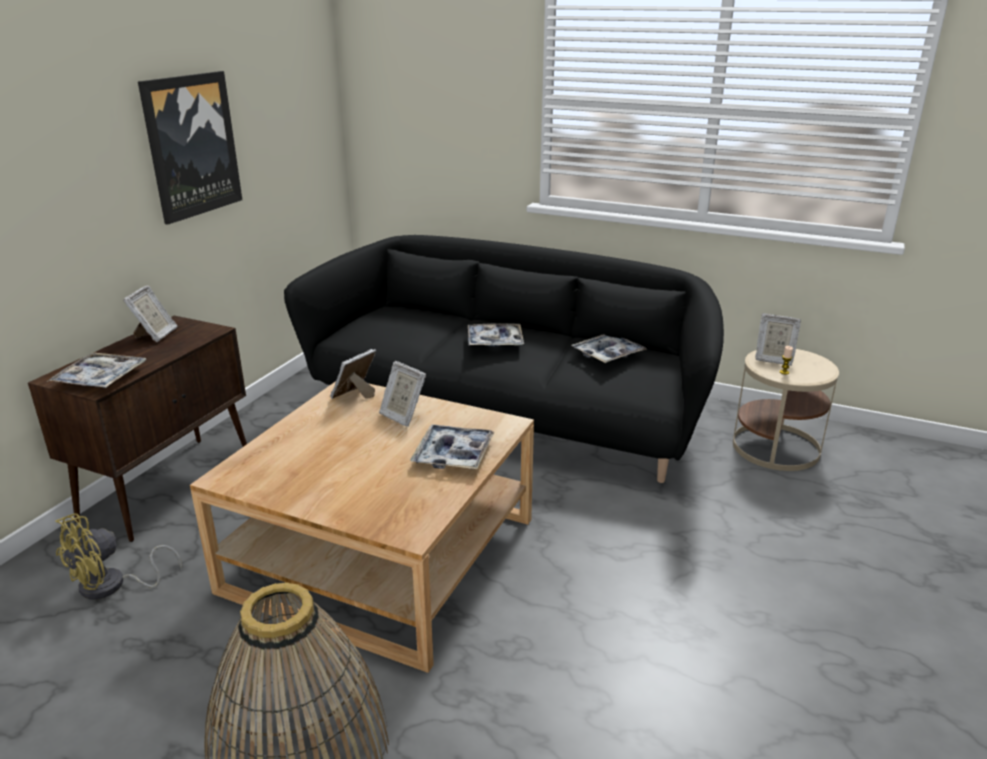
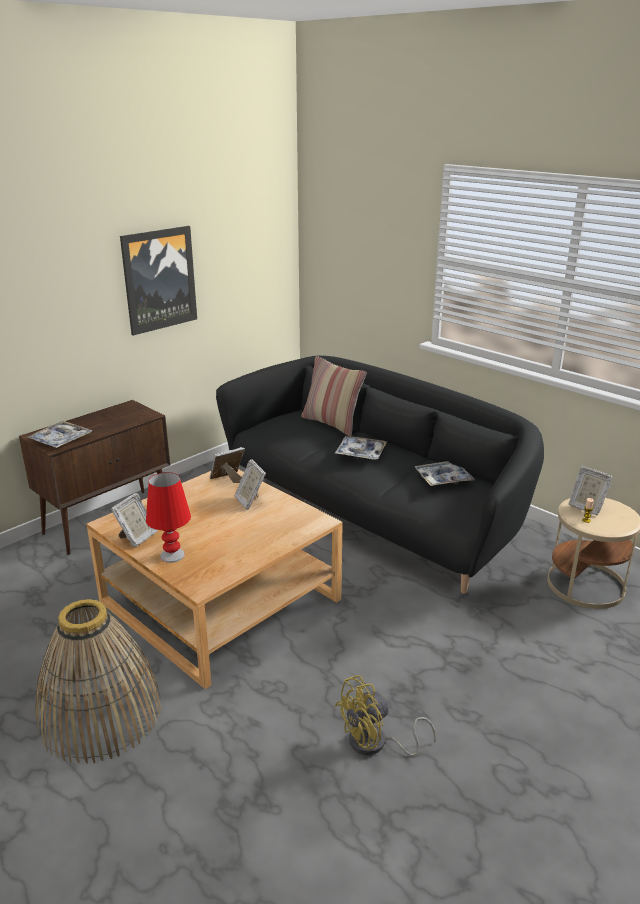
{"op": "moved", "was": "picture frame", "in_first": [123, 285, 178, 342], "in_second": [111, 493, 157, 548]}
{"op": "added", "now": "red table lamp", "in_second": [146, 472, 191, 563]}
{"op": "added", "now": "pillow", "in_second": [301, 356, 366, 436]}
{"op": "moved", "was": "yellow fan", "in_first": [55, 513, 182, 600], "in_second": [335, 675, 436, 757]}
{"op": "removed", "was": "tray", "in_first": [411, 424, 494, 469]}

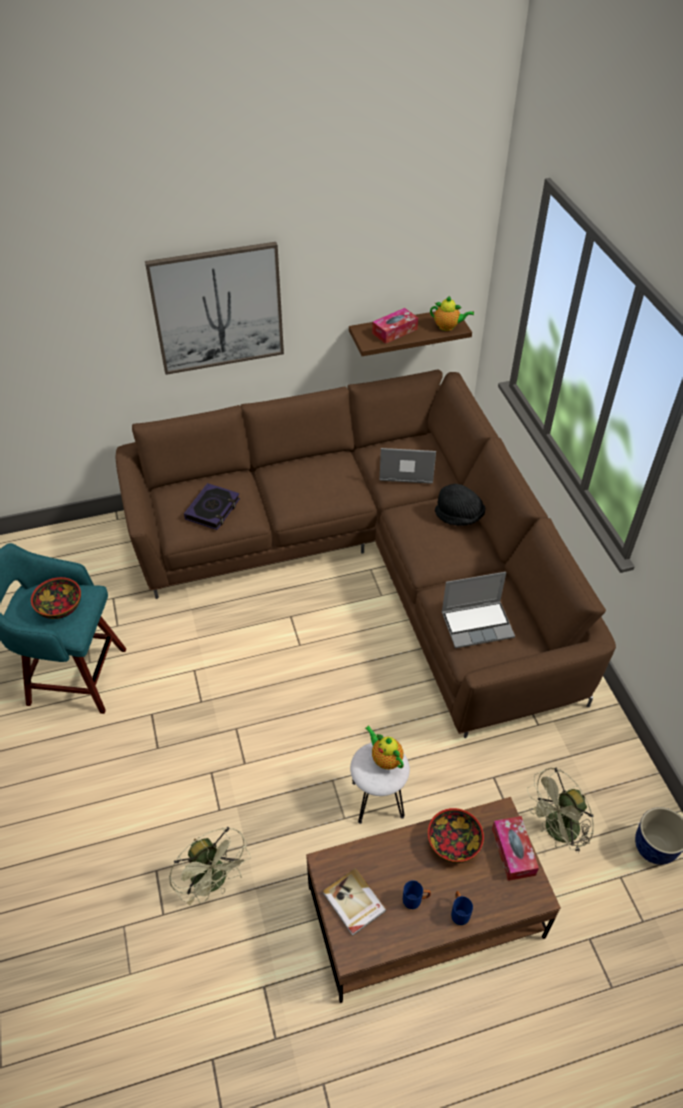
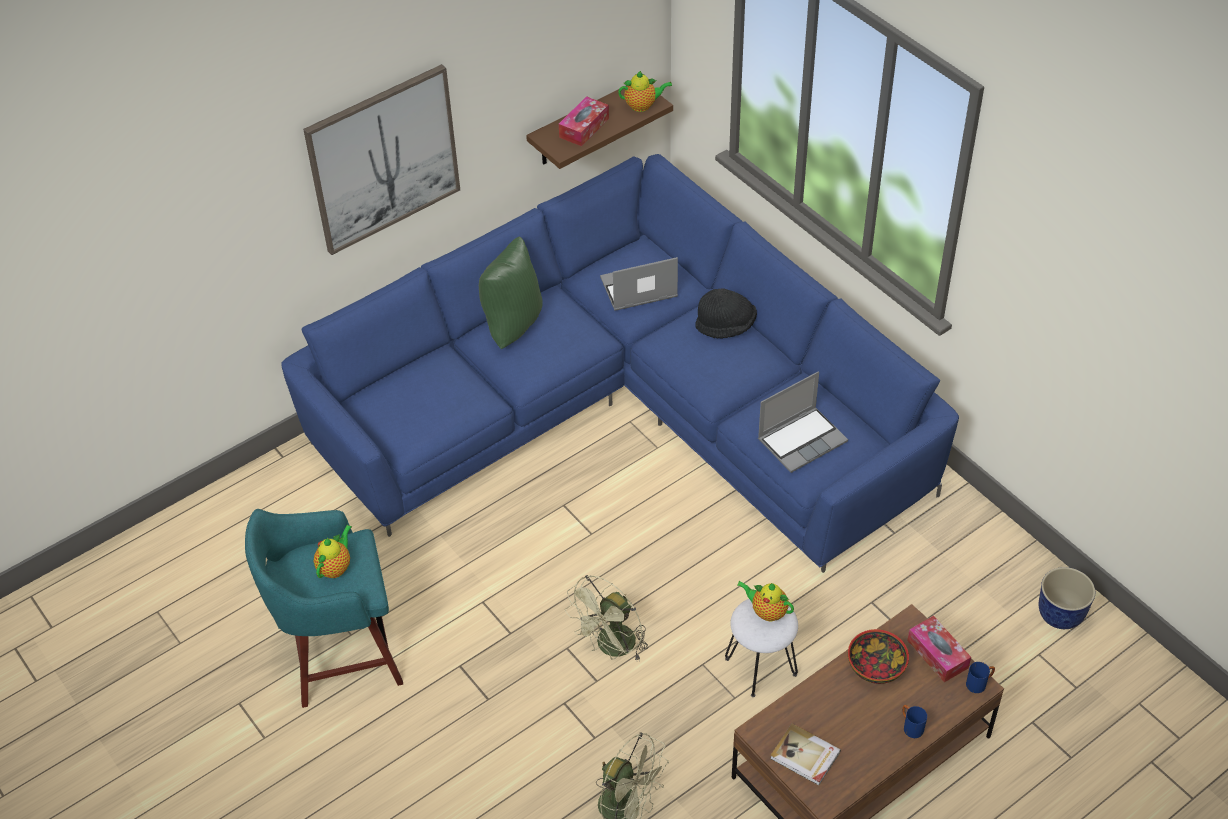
{"op": "recoloured", "was": "brown sofa", "now": "blue sofa", "in_first": [115, 369, 616, 738], "in_second": [282, 154, 959, 573]}
{"op": "replaced", "was": "bowl", "now": "teapot", "in_first": [31, 577, 81, 619], "in_second": [314, 525, 352, 578]}
{"op": "added", "now": "green pillow", "in_second": [479, 236, 543, 349]}
{"op": "moved", "was": "green fan", "in_first": [527, 768, 594, 854], "in_second": [565, 575, 648, 662]}
{"op": "moved", "was": "blue mug", "in_first": [403, 880, 431, 909], "in_second": [966, 662, 995, 693]}
{"op": "removed", "was": "book", "in_first": [184, 483, 240, 530]}

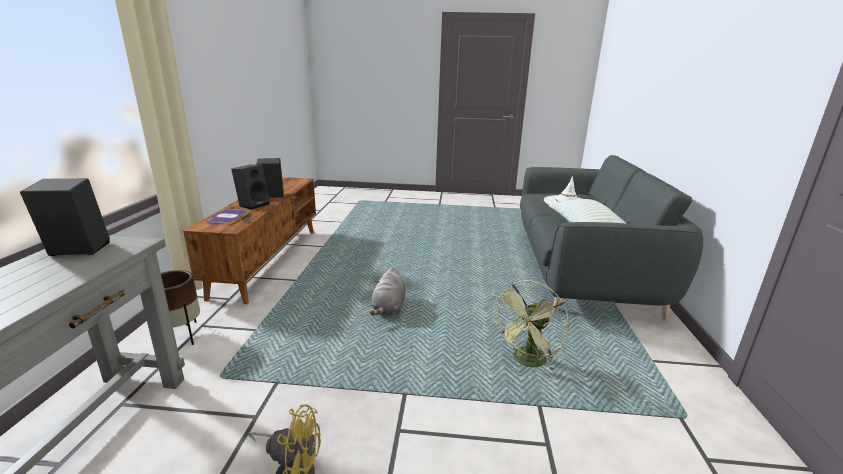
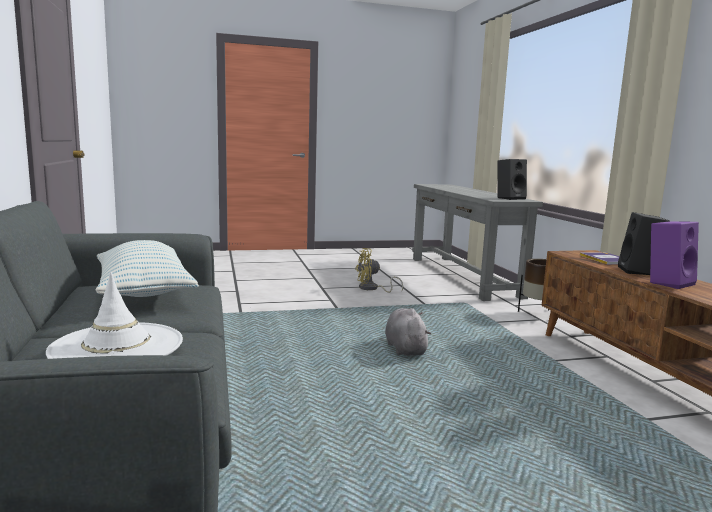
{"op": "recoloured", "was": "black speaker", "now": "purple speaker", "in_first": [256, 158, 284, 198], "in_second": [650, 221, 699, 289]}
{"op": "removed", "was": "green fan", "in_first": [492, 280, 569, 371]}

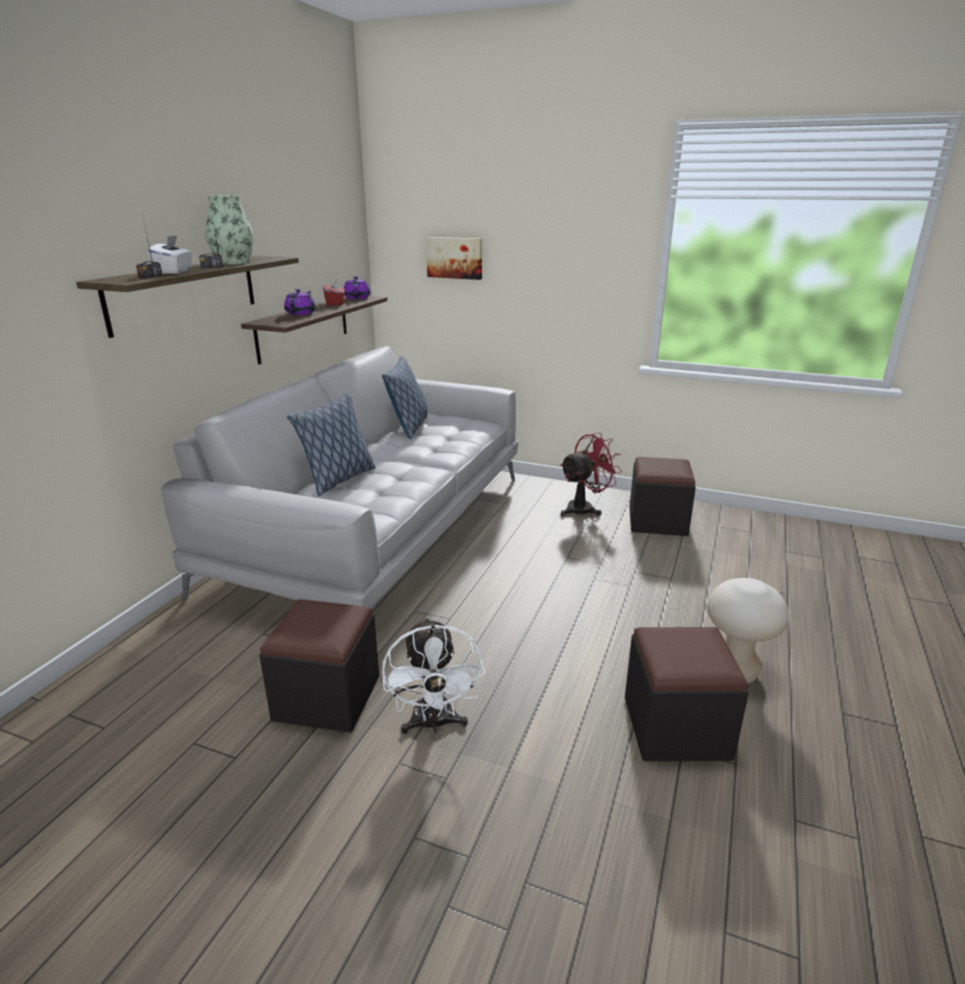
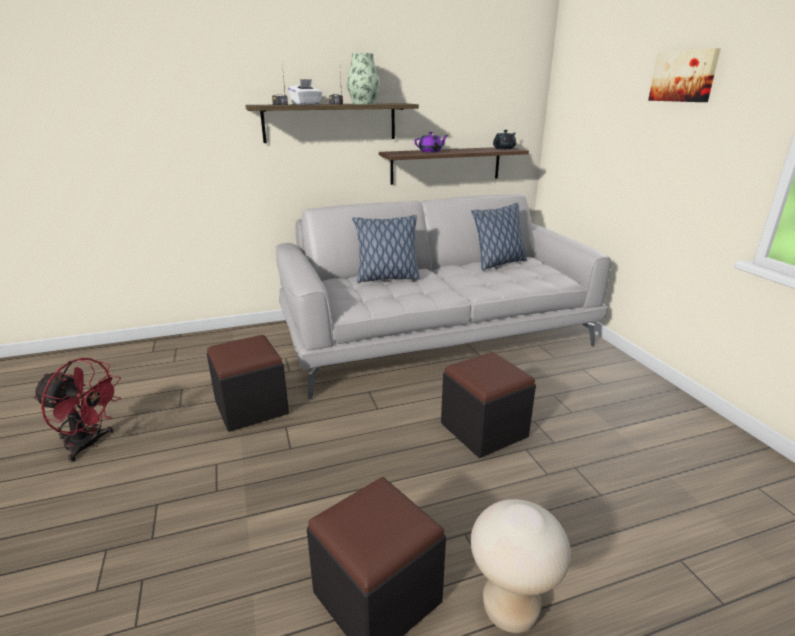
{"op": "moved", "was": "red fan", "in_first": [560, 433, 622, 516], "in_second": [33, 358, 122, 462]}
{"op": "moved", "was": "black ottoman", "in_first": [629, 457, 696, 536], "in_second": [441, 352, 536, 458]}
{"op": "recoloured", "was": "purple teapot", "now": "black teapot", "in_first": [344, 276, 371, 299], "in_second": [493, 130, 516, 149]}
{"op": "moved", "was": "picture", "in_first": [426, 237, 482, 280], "in_second": [648, 48, 721, 102]}
{"op": "removed", "was": "red tissue box", "in_first": [323, 279, 345, 306]}
{"op": "removed", "was": "white fan", "in_first": [382, 617, 485, 734]}

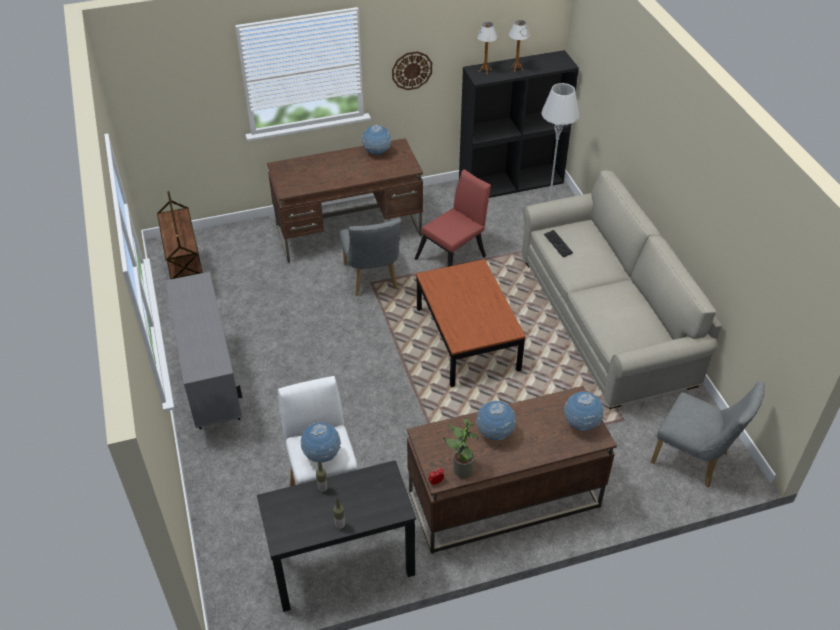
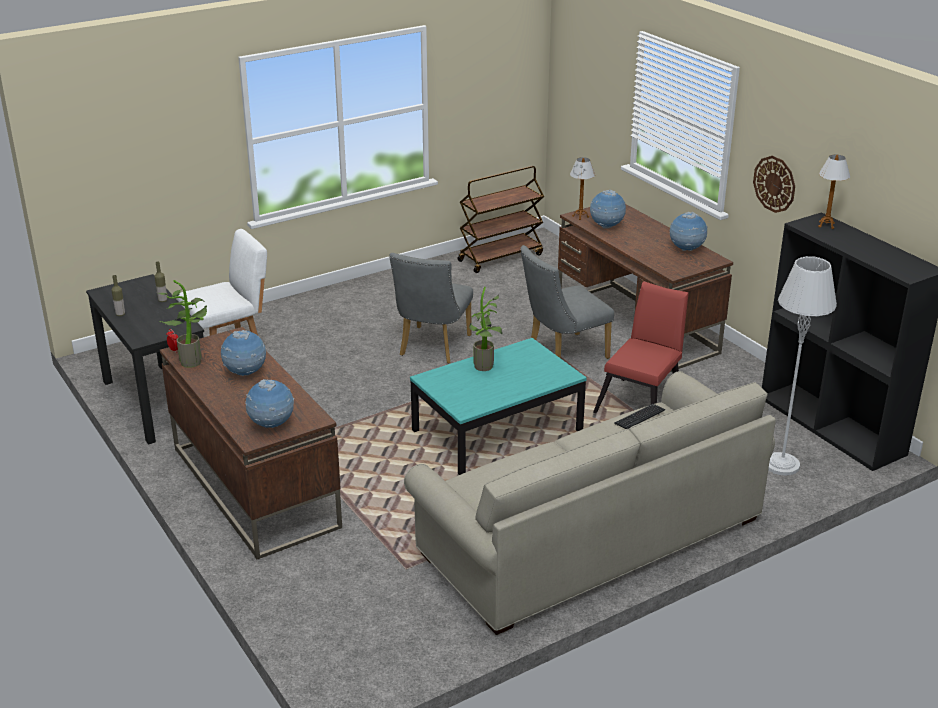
{"op": "moved", "was": "grey chair", "in_first": [651, 381, 765, 488], "in_second": [389, 253, 473, 364]}
{"op": "recoloured", "was": "brown coffee table", "now": "turquoise coffee table", "in_first": [416, 259, 526, 387], "in_second": [410, 338, 587, 475]}
{"op": "added", "now": "potted plant", "in_second": [469, 287, 503, 371]}
{"op": "moved", "was": "table lamp", "in_first": [509, 20, 530, 72], "in_second": [570, 157, 595, 220]}
{"op": "moved", "was": "globe", "in_first": [301, 422, 341, 462], "in_second": [590, 190, 626, 229]}
{"op": "turned", "was": "red chair", "in_first": [415, 169, 491, 267], "in_second": [593, 281, 689, 413], "clockwise": -90}
{"op": "removed", "was": "grey cabinet", "in_first": [165, 272, 242, 429]}

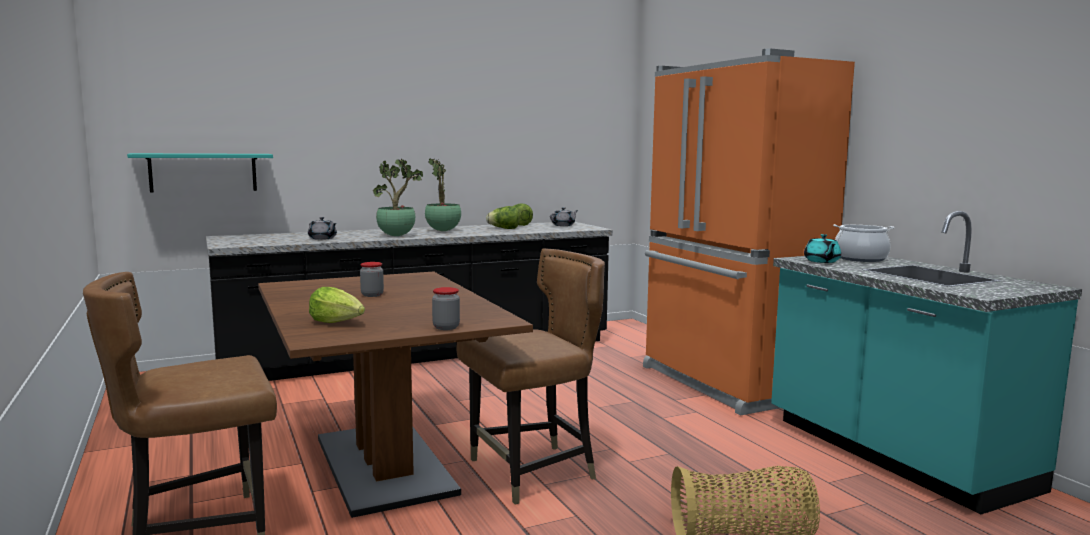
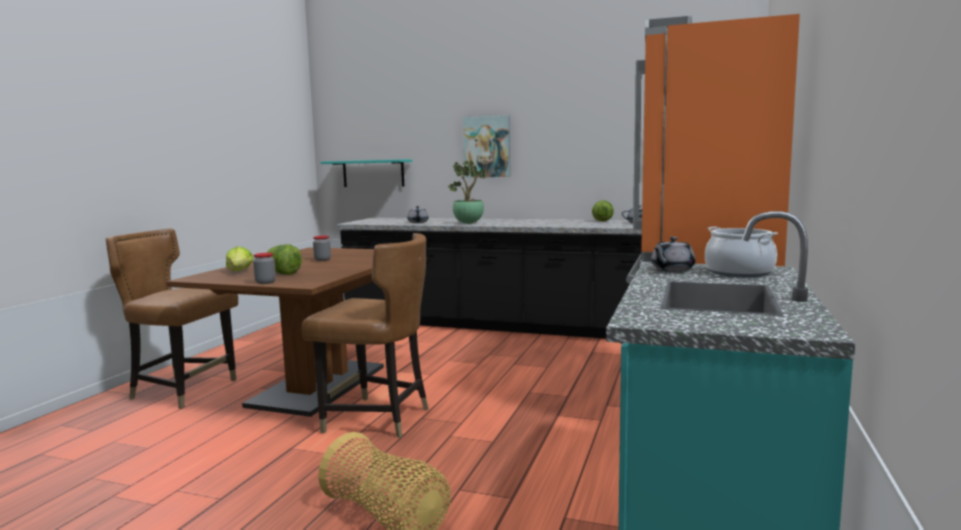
{"op": "moved", "was": "lettuce", "in_first": [486, 206, 519, 229], "in_second": [266, 244, 302, 275]}
{"op": "added", "now": "picture", "in_second": [463, 115, 511, 178]}
{"op": "recoloured", "was": "turquoise teapot", "now": "grey teapot", "in_first": [804, 234, 841, 263], "in_second": [651, 237, 695, 272]}
{"op": "removed", "was": "potted plant", "in_first": [425, 159, 461, 231]}

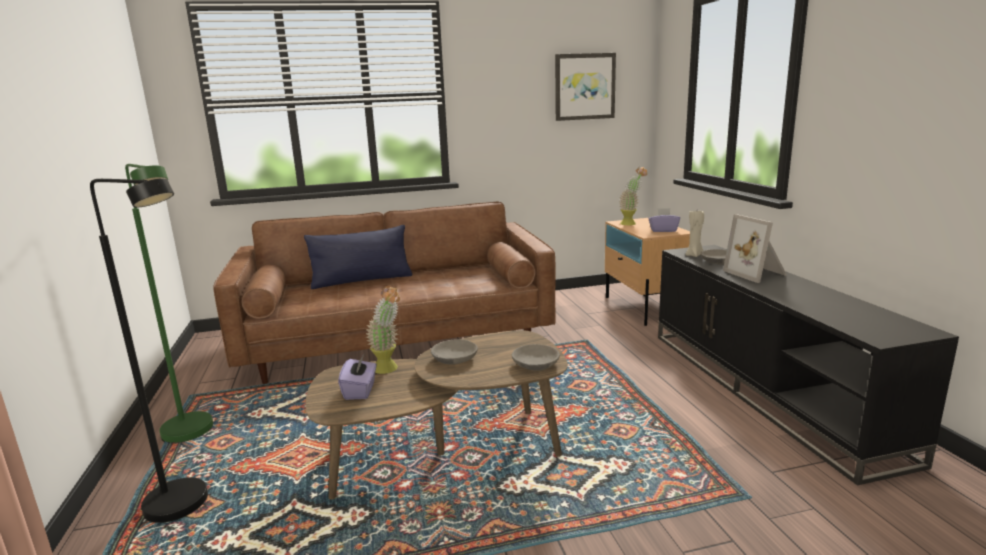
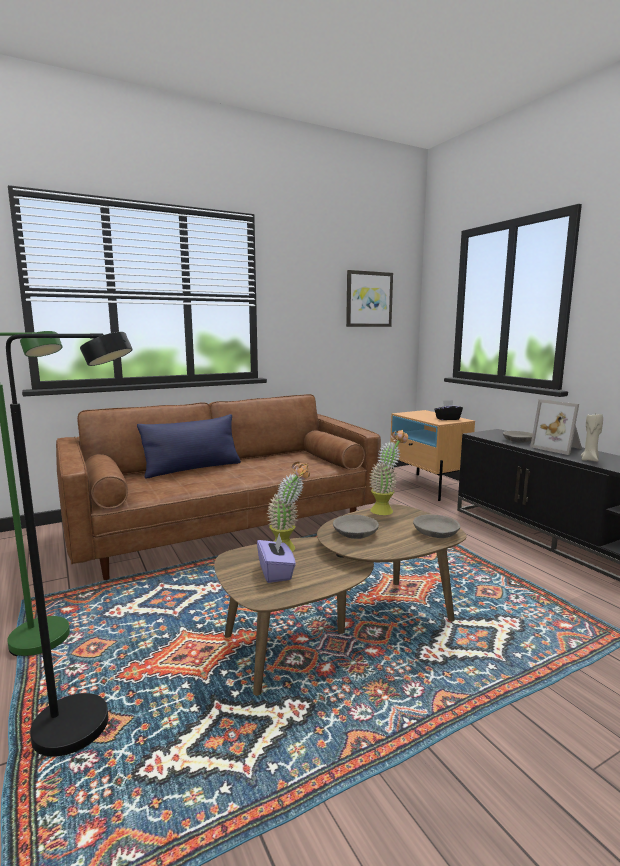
{"op": "moved", "was": "potted plant", "in_first": [619, 167, 647, 225], "in_second": [369, 430, 408, 515]}
{"op": "recoloured", "was": "purple tissue box", "now": "black tissue box", "in_first": [648, 208, 680, 232], "in_second": [434, 400, 463, 420]}
{"op": "moved", "was": "beige candle", "in_first": [685, 211, 704, 257], "in_second": [581, 412, 603, 462]}

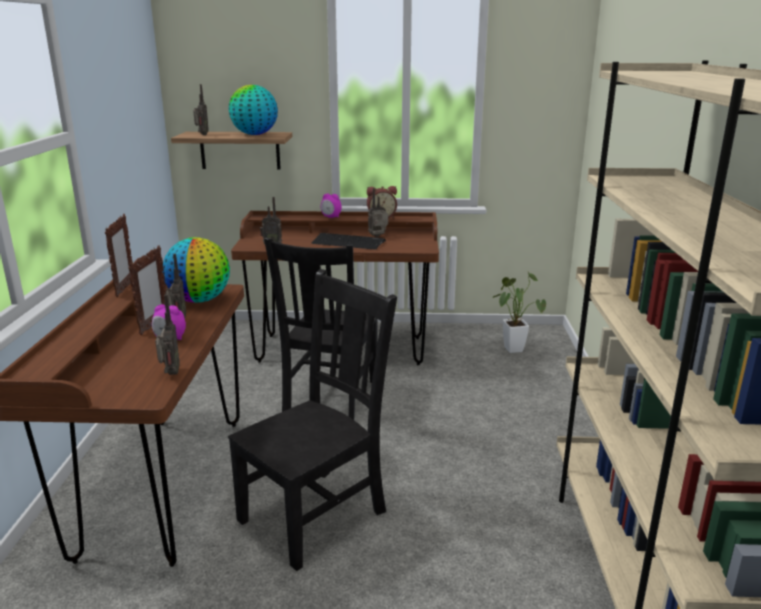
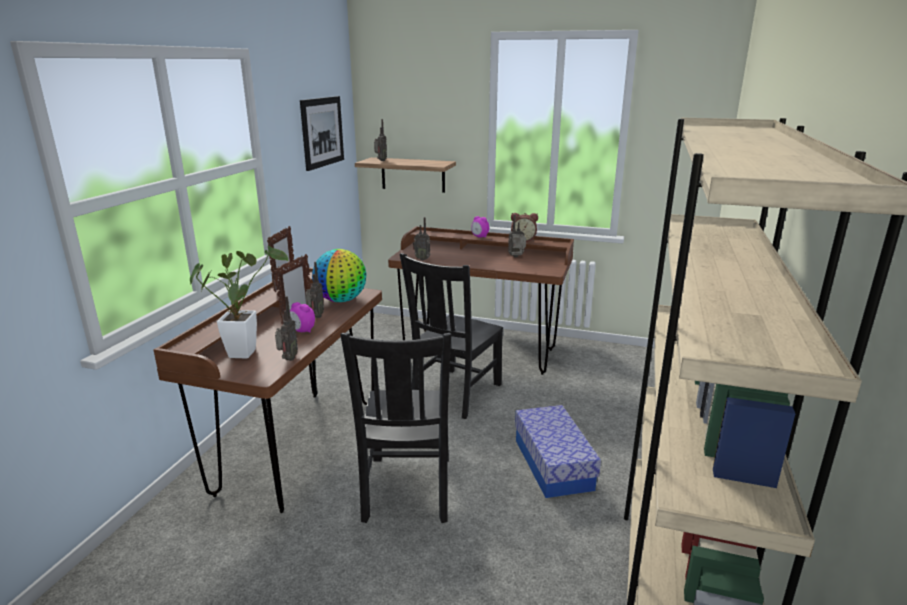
{"op": "moved", "was": "potted plant", "in_first": [493, 272, 546, 353], "in_second": [190, 245, 289, 359]}
{"op": "added", "now": "picture", "in_second": [300, 96, 344, 171]}
{"op": "turned", "was": "black chair", "in_first": [228, 269, 397, 571], "in_second": [340, 333, 451, 523], "clockwise": 120}
{"op": "added", "now": "storage box", "in_second": [515, 405, 601, 498]}
{"op": "removed", "was": "globe", "in_first": [229, 85, 278, 135]}
{"op": "removed", "was": "keyboard", "in_first": [311, 233, 386, 250]}

